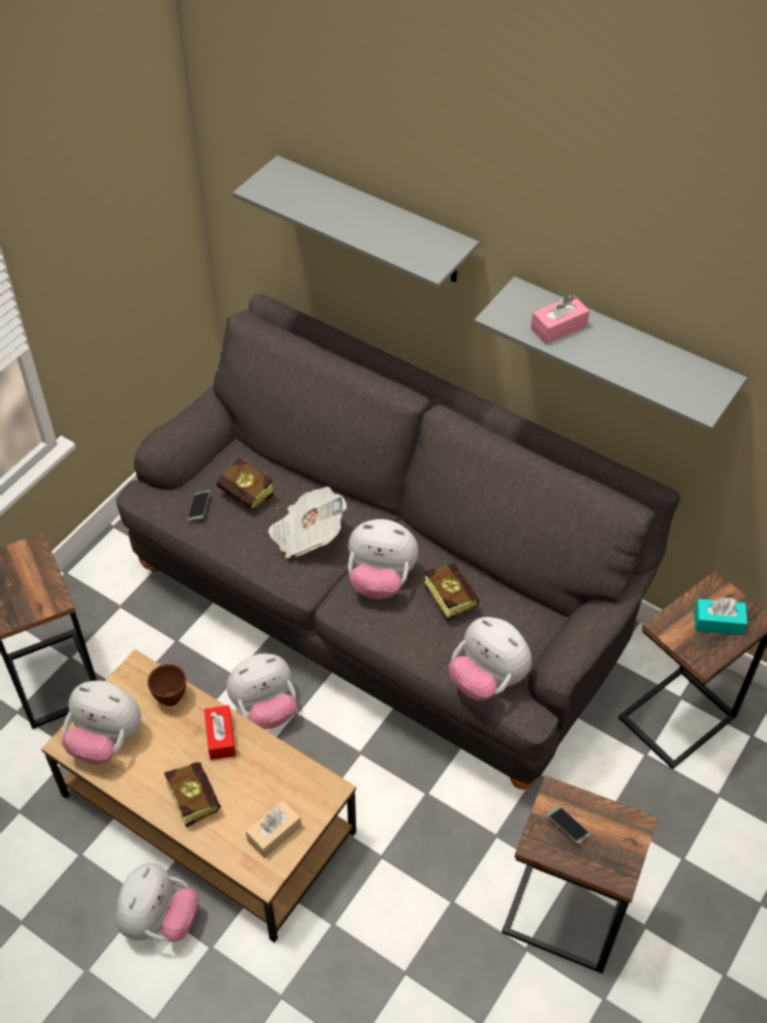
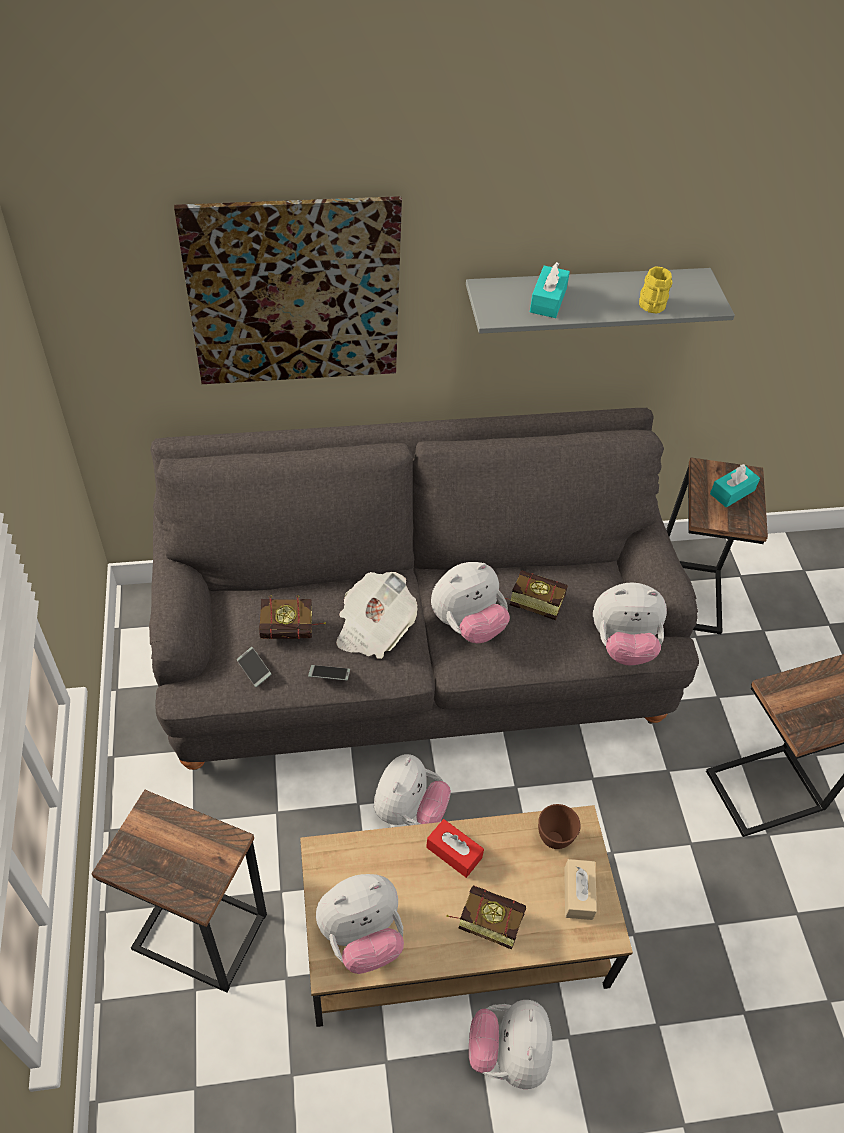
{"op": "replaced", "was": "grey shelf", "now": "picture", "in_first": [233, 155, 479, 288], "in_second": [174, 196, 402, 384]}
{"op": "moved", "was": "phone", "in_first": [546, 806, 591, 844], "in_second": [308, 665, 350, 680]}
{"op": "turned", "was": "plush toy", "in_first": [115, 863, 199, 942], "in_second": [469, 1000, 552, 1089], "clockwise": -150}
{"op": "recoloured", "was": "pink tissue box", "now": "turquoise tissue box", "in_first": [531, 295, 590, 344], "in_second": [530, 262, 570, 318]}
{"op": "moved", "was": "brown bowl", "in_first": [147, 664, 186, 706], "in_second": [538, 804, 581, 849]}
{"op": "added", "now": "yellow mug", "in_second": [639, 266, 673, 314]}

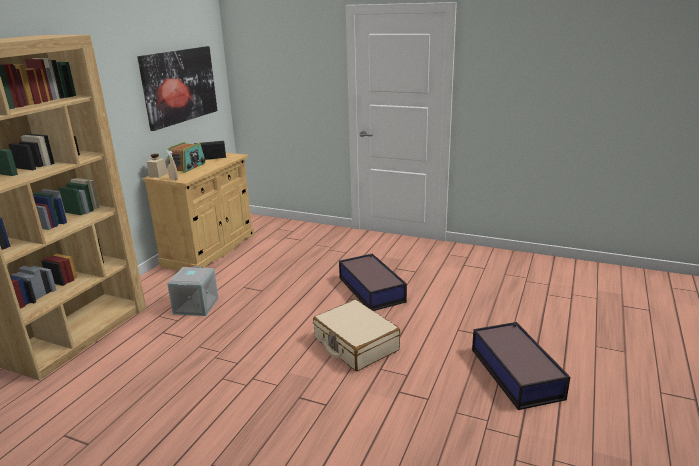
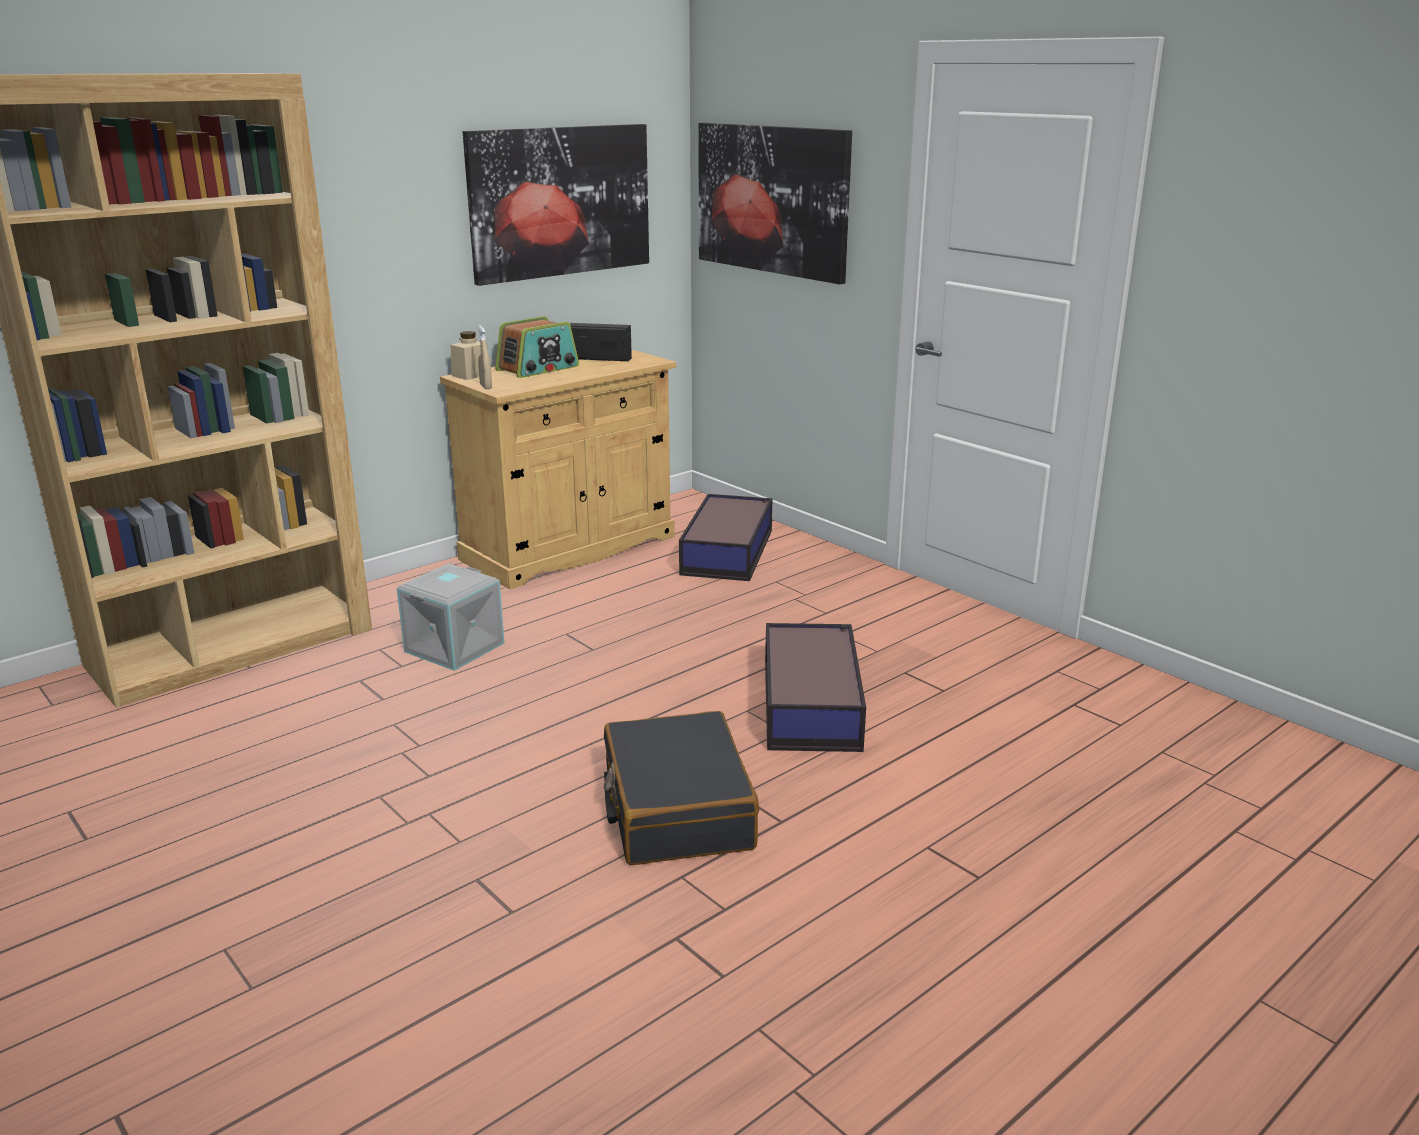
{"op": "recoloured", "was": "beige suitcase", "now": "black suitcase", "in_first": [313, 300, 400, 371], "in_second": [604, 711, 759, 865]}
{"op": "moved", "was": "storage box", "in_first": [472, 322, 570, 410], "in_second": [679, 494, 772, 581]}
{"op": "added", "now": "picture", "in_second": [698, 123, 852, 284]}

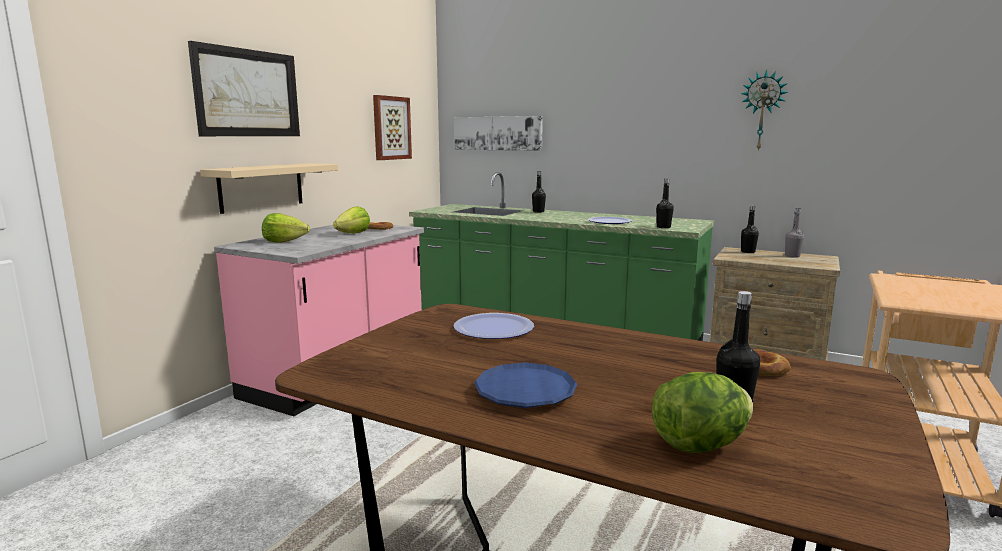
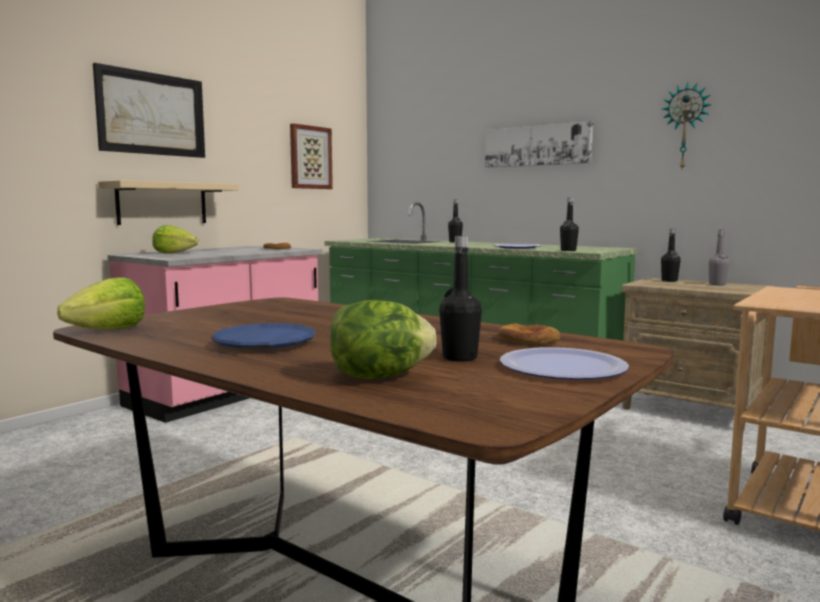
{"op": "moved", "was": "lettuce", "in_first": [333, 207, 370, 233], "in_second": [57, 277, 145, 330]}
{"op": "moved", "was": "picture", "in_first": [454, 116, 543, 151], "in_second": [485, 121, 593, 168]}
{"op": "moved", "was": "plate", "in_first": [453, 313, 534, 339], "in_second": [500, 347, 629, 380]}

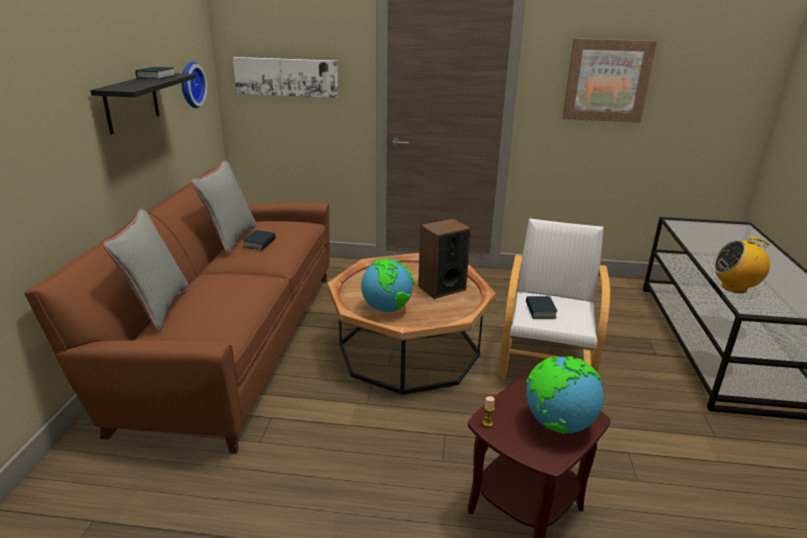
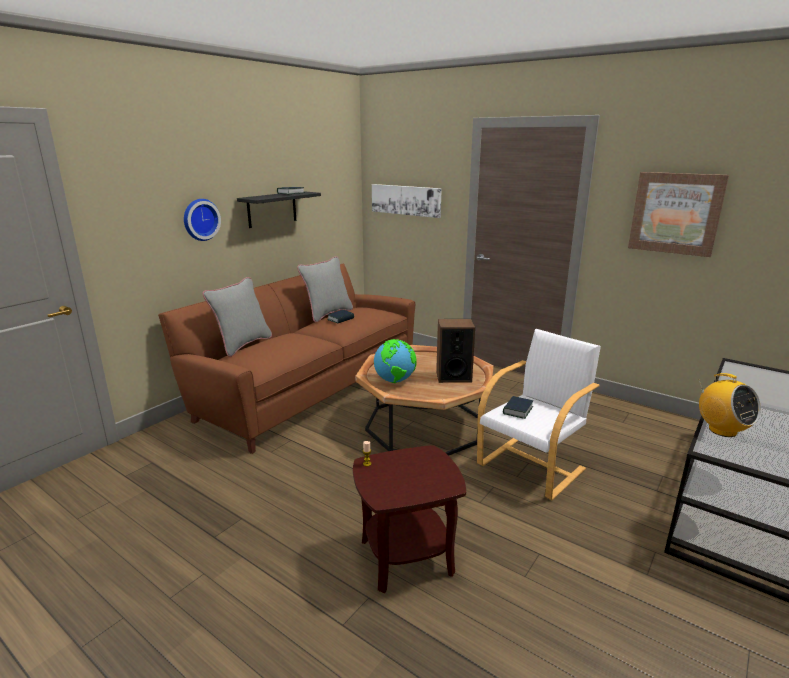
{"op": "moved", "was": "wall clock", "in_first": [181, 62, 207, 108], "in_second": [184, 199, 221, 241]}
{"op": "turned", "was": "radio", "in_first": [713, 237, 770, 293], "in_second": [699, 373, 761, 437], "clockwise": -150}
{"op": "removed", "was": "globe", "in_first": [526, 356, 604, 434]}

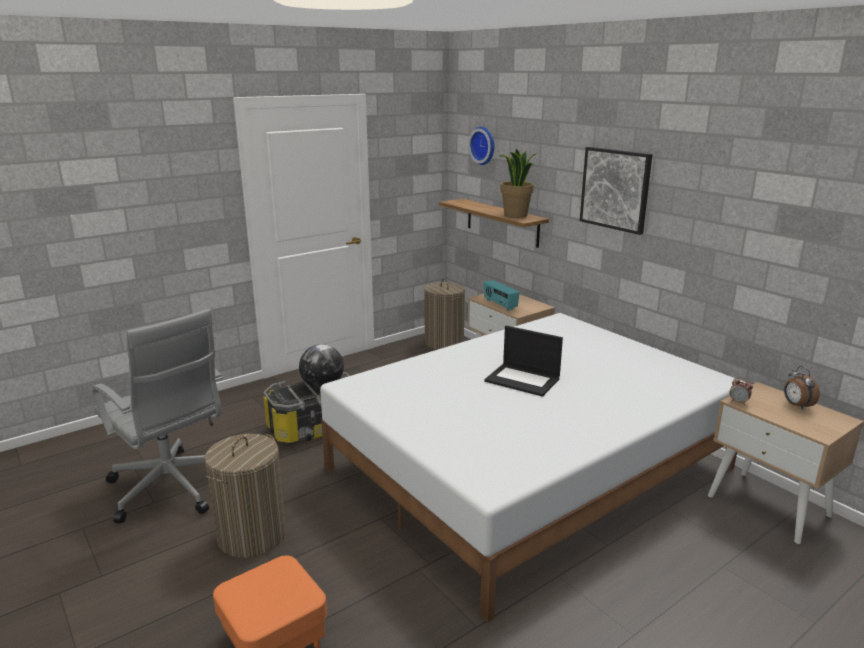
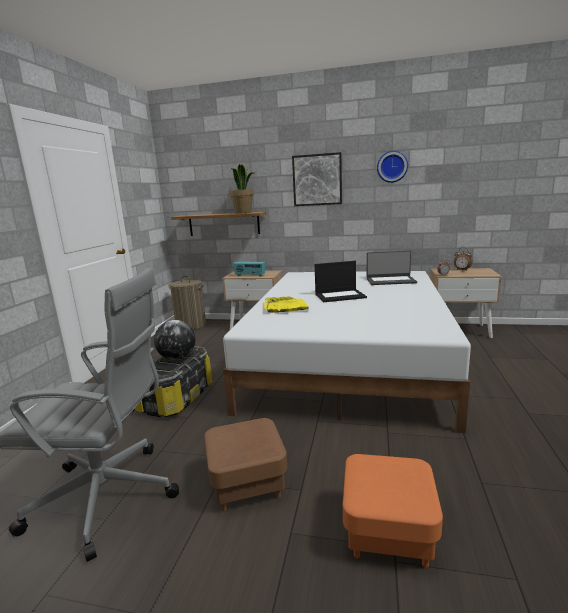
{"op": "replaced", "was": "laundry basket", "now": "brown ottoman", "in_first": [204, 434, 286, 558], "in_second": [204, 418, 287, 511]}
{"op": "added", "now": "yellow tray", "in_second": [264, 297, 309, 313]}
{"op": "added", "now": "laptop", "in_second": [367, 250, 417, 285]}
{"op": "moved", "was": "wall clock", "in_first": [468, 127, 494, 165], "in_second": [377, 151, 408, 183]}

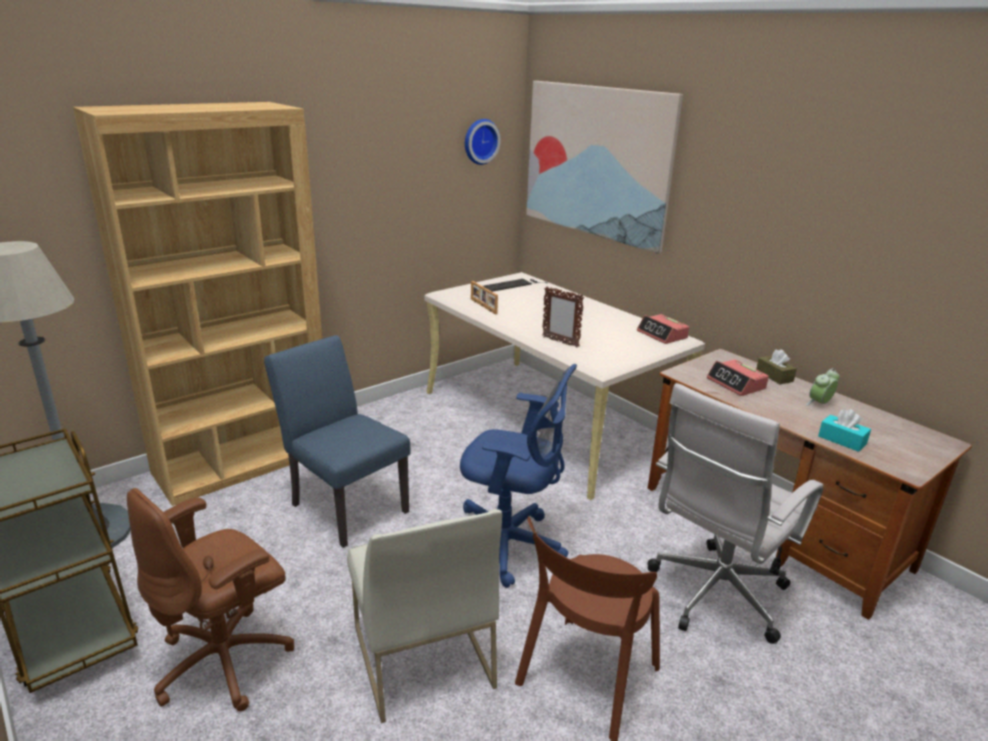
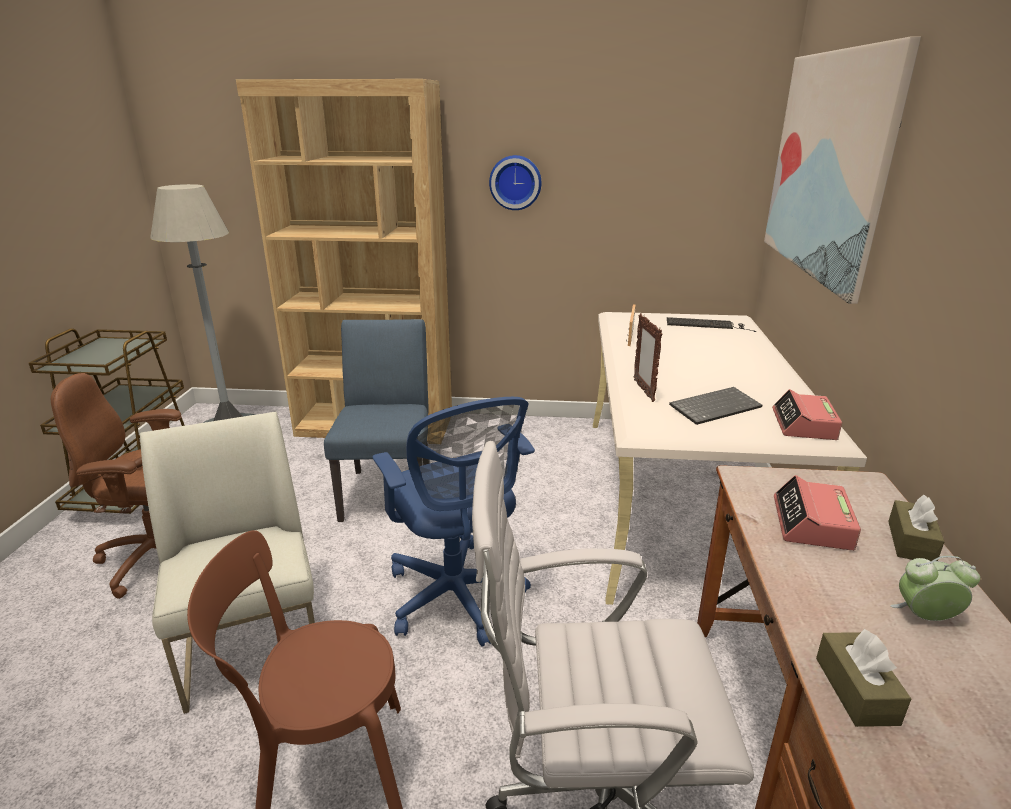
{"op": "turned", "was": "white chair", "in_first": [347, 509, 502, 723], "in_second": [140, 412, 315, 714], "clockwise": 135}
{"op": "moved", "was": "wall clock", "in_first": [465, 119, 501, 165], "in_second": [489, 155, 542, 210]}
{"op": "added", "now": "keyboard", "in_second": [669, 387, 763, 425]}
{"op": "recoloured", "was": "turquoise tissue box", "now": "brown tissue box", "in_first": [818, 409, 871, 452], "in_second": [816, 629, 911, 727]}

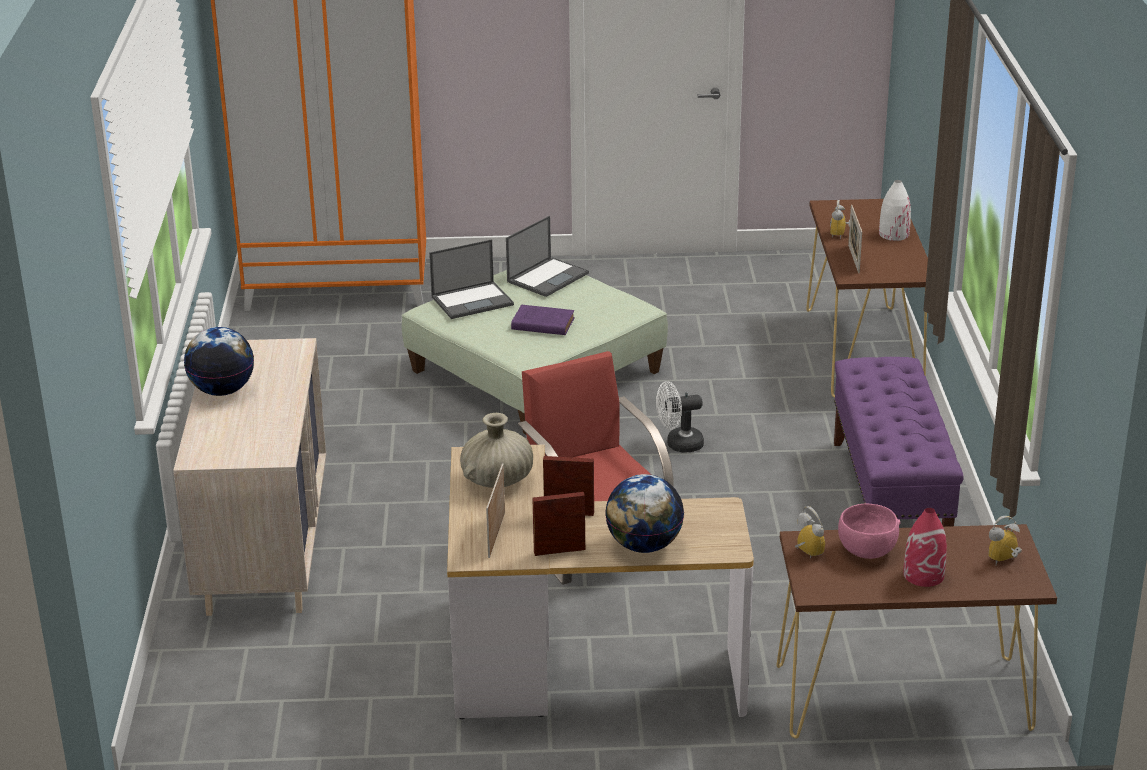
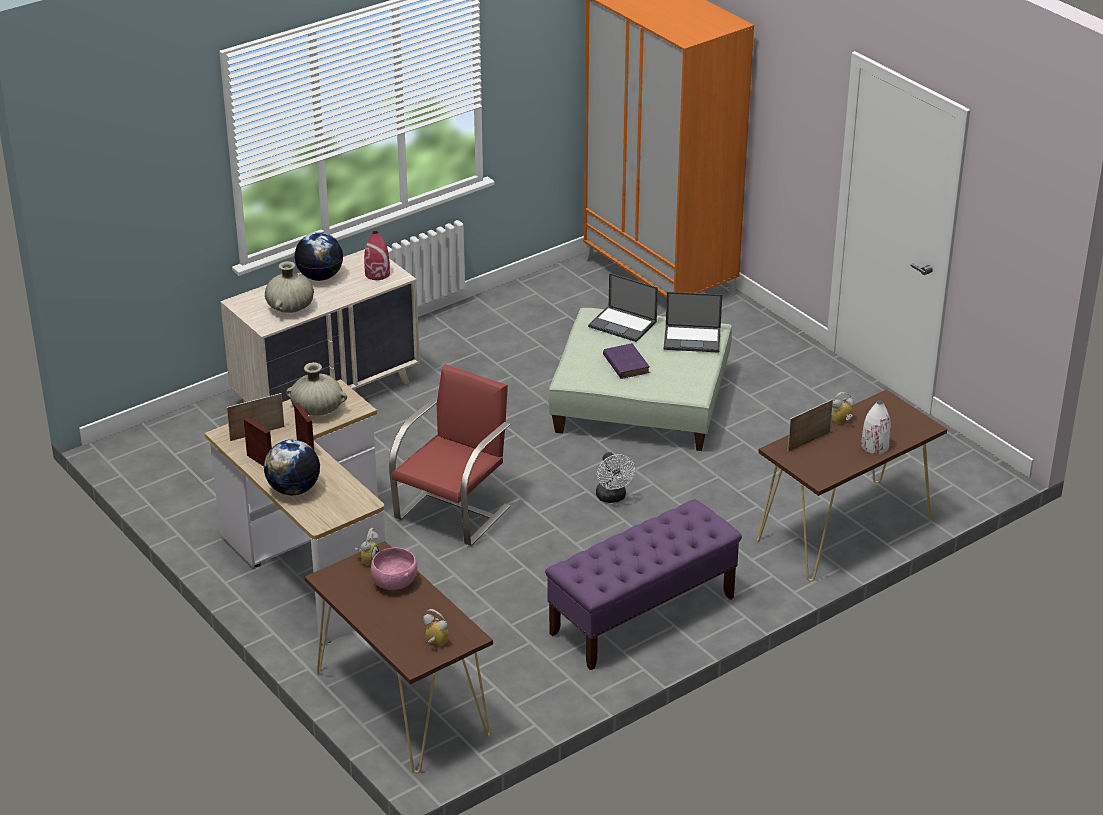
{"op": "added", "now": "beige vase", "in_second": [265, 261, 314, 313]}
{"op": "moved", "was": "red vase", "in_first": [903, 508, 947, 587], "in_second": [364, 231, 390, 280]}
{"op": "turned", "was": "white fan", "in_first": [656, 381, 704, 453], "in_second": [596, 452, 635, 503], "clockwise": -150}

